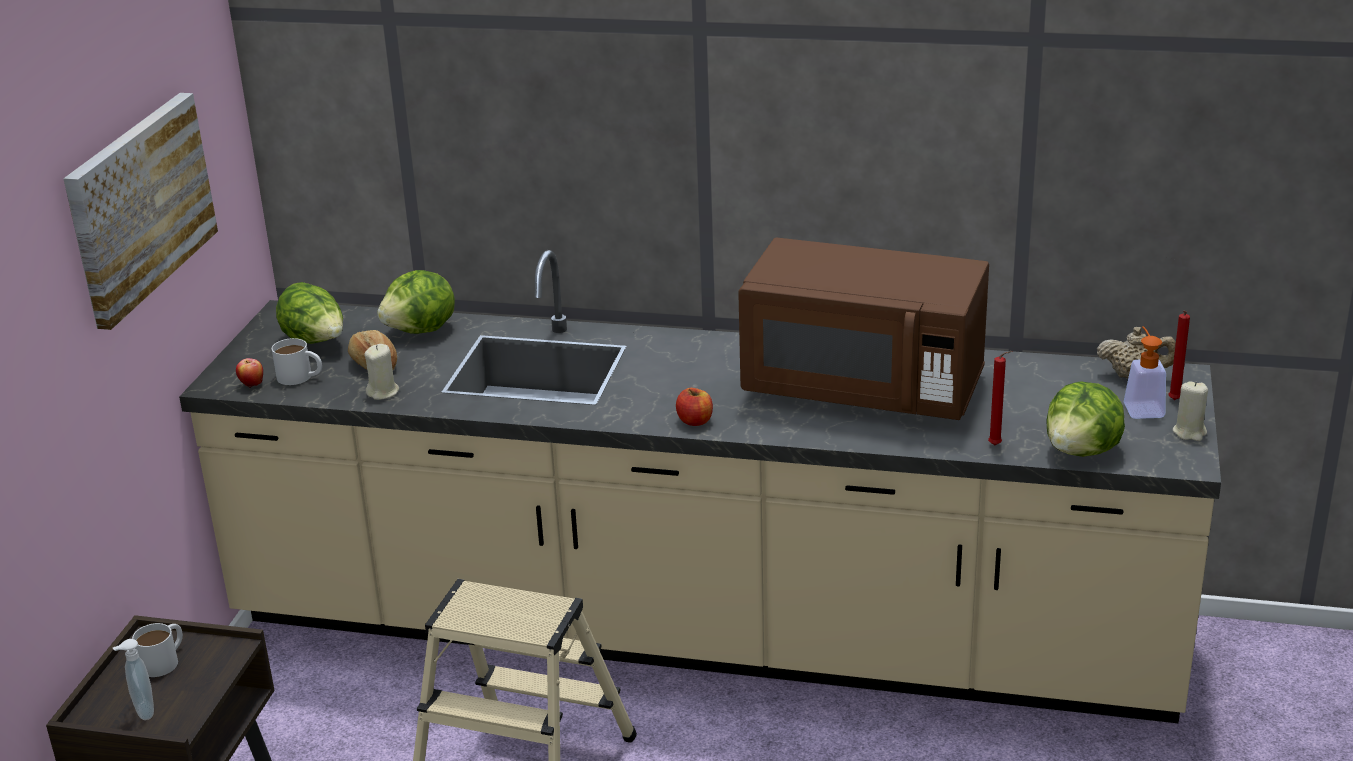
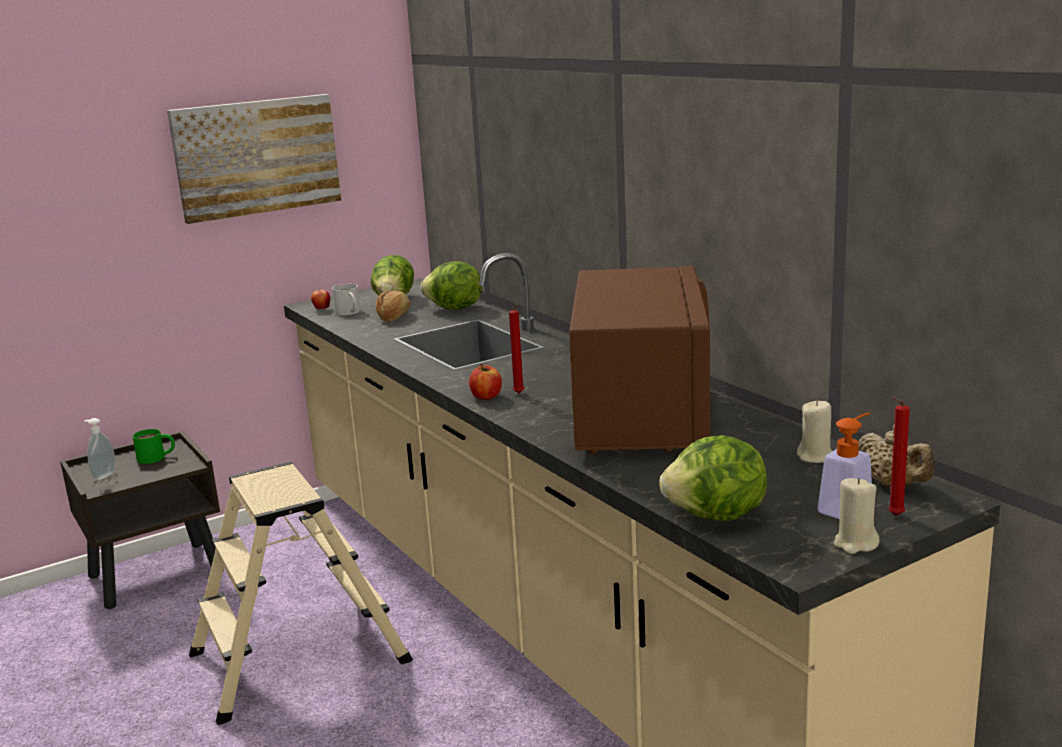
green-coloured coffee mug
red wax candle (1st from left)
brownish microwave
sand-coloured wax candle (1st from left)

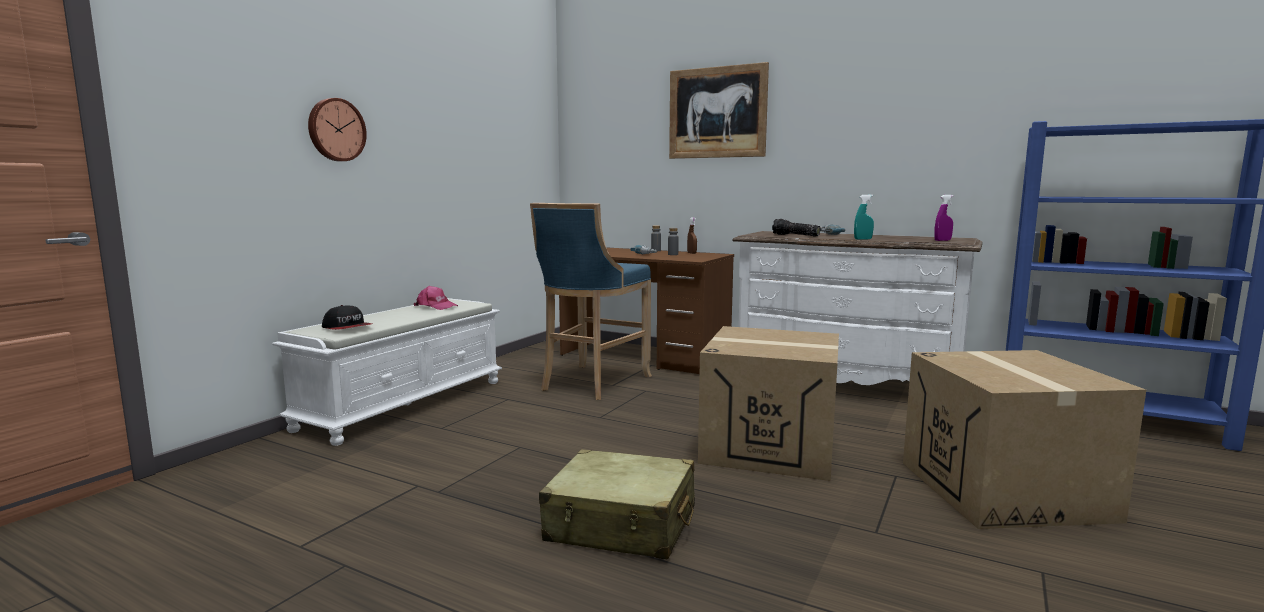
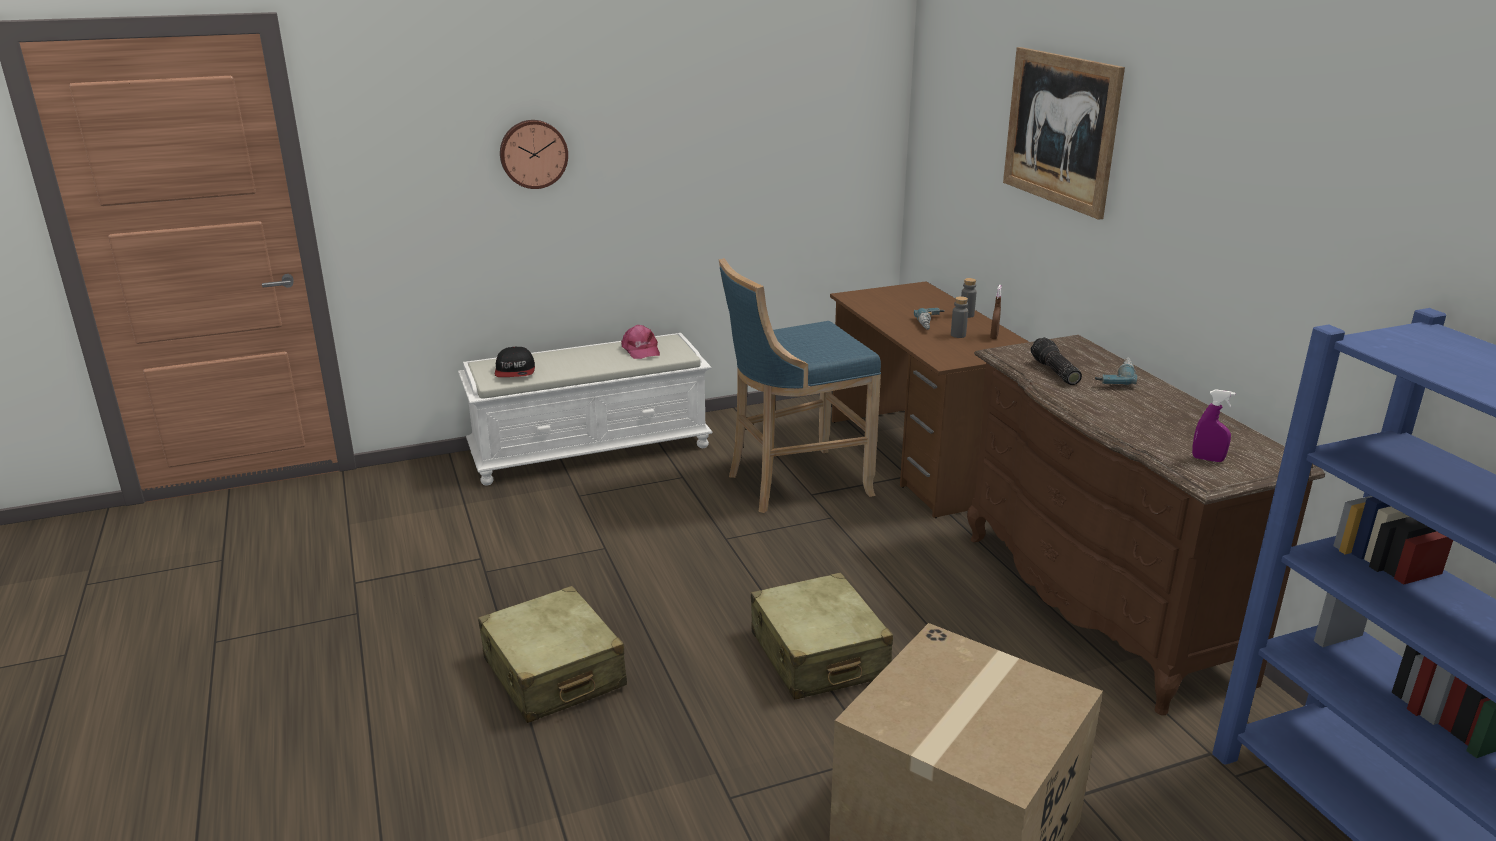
sand-coloured piece of luggage (2nd from left)
brownish chest of drawers
turquoise spray bottle

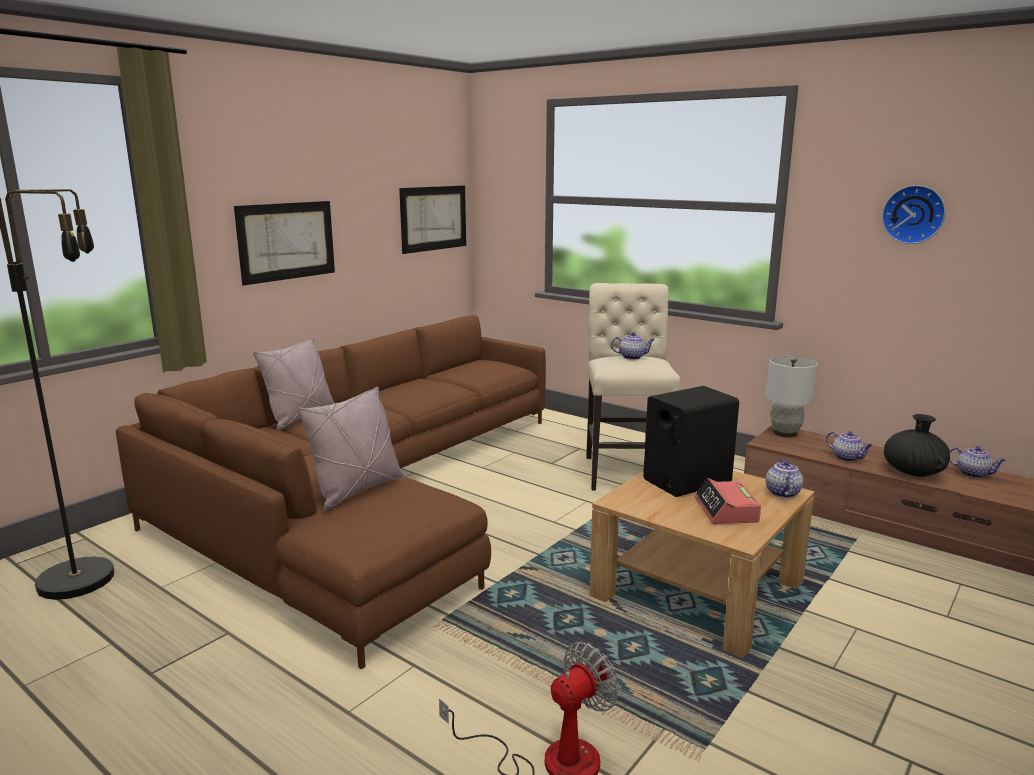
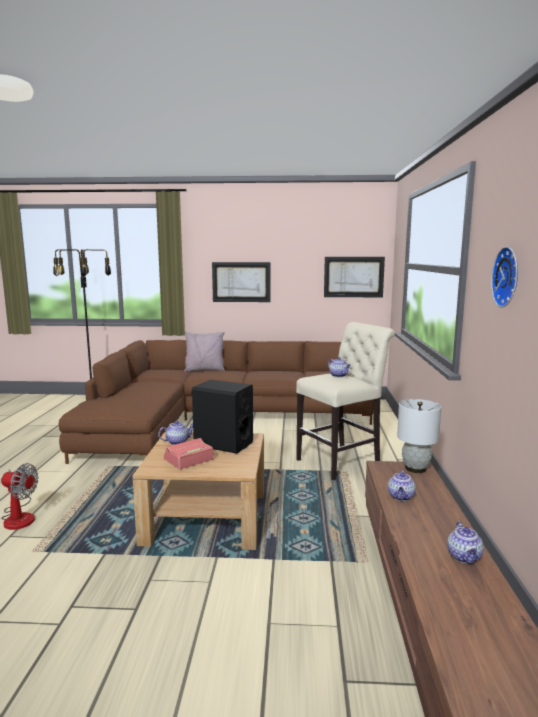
teapot (1st from left)
purplish throw pillow (2nd from left in the first image)
blackish decorative vase

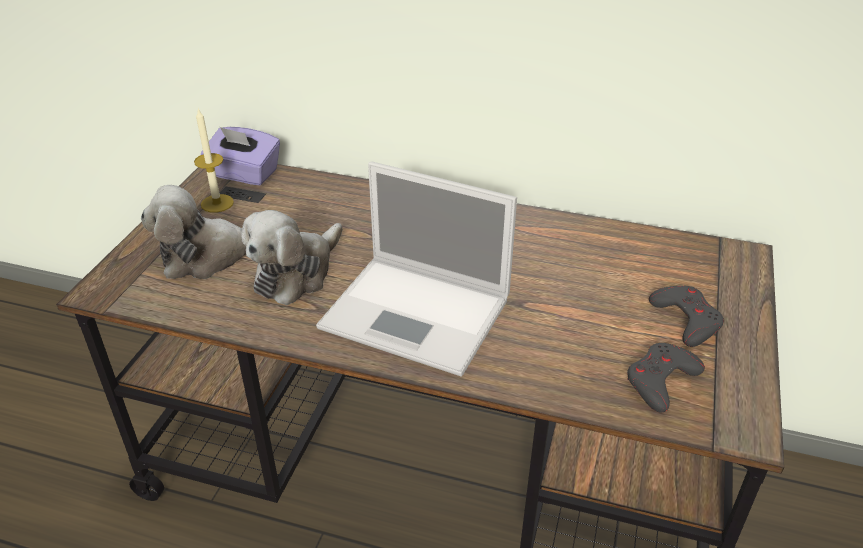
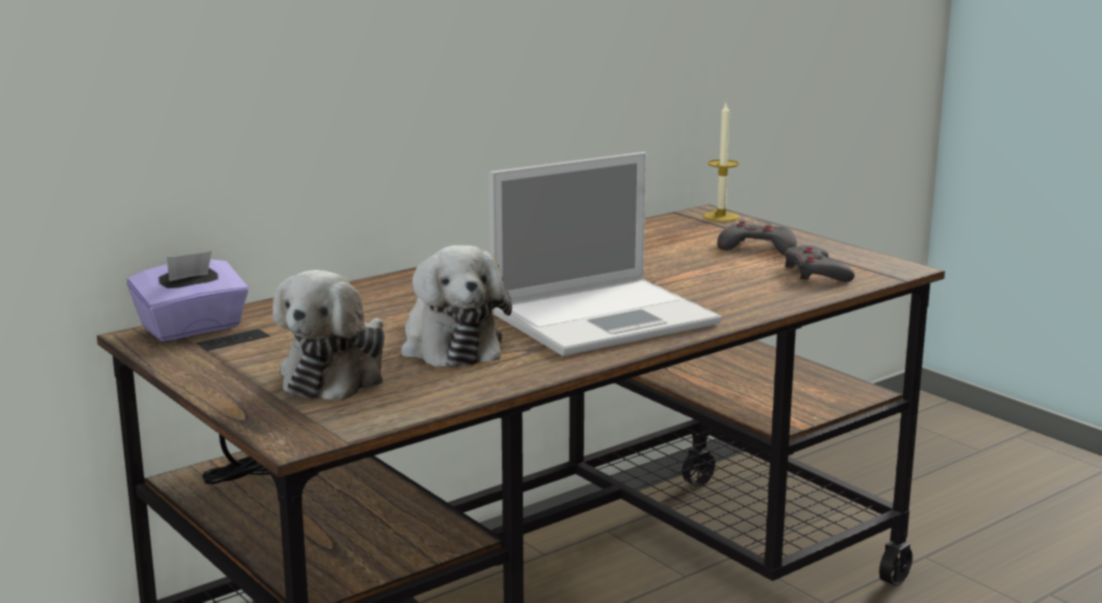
wax candle

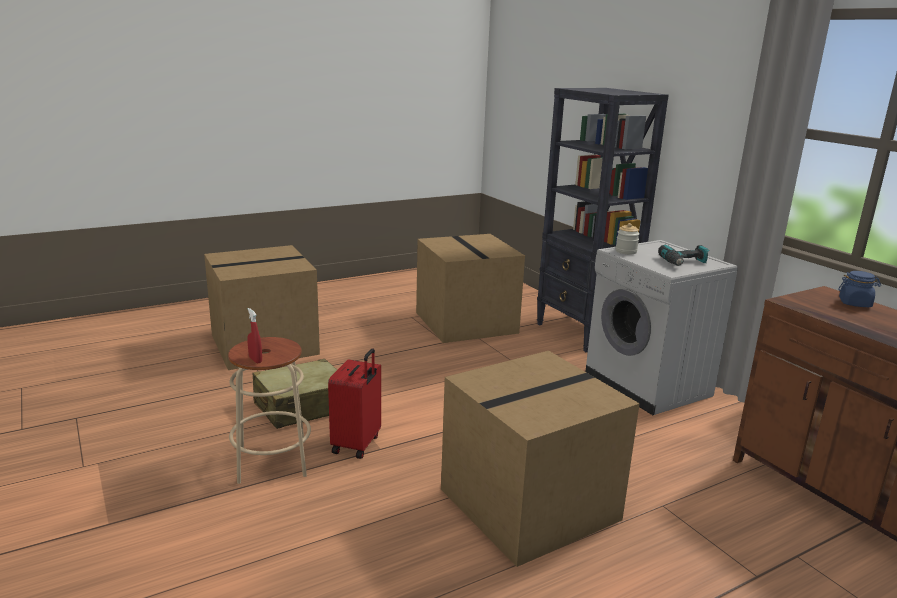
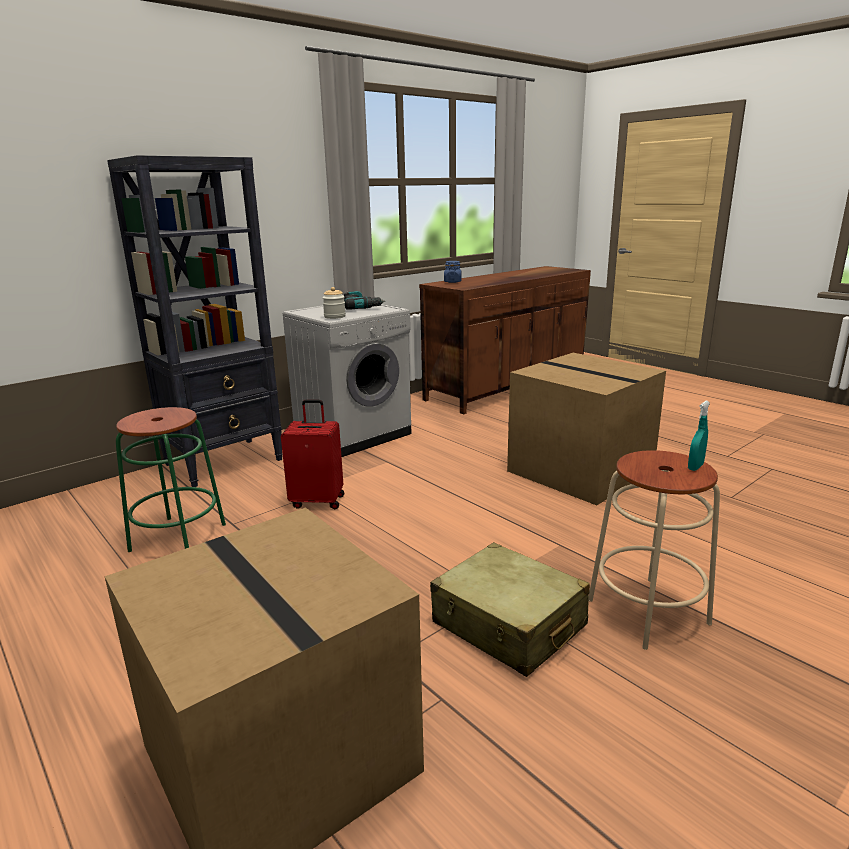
green-coloured sitting stool
red piece of luggage
turquoise spray bottle

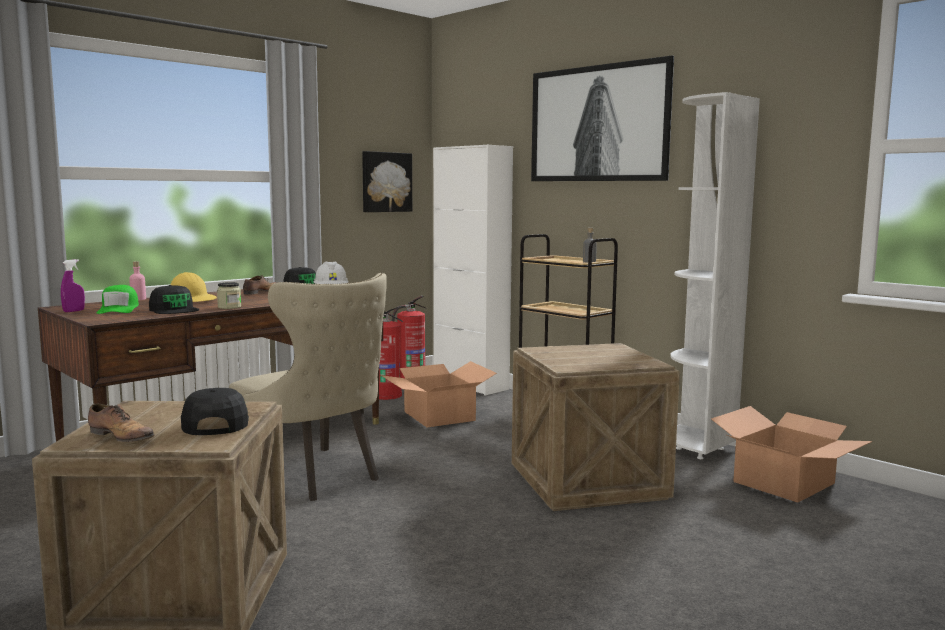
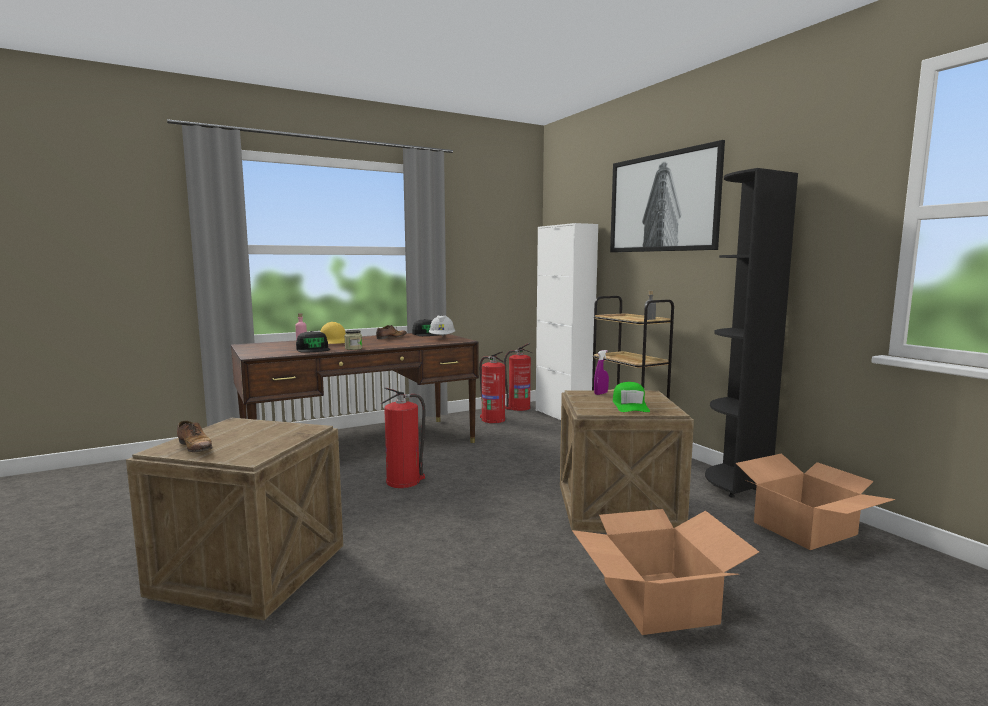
fire-fighting cylinder (1st from left)
cardboard box (1st from left)
purplish spray bottle
green-coloured peaked cap
blackish bookcase
blackish peaked cap (2nd from left in the first image)
picture (1st from left in the first image)

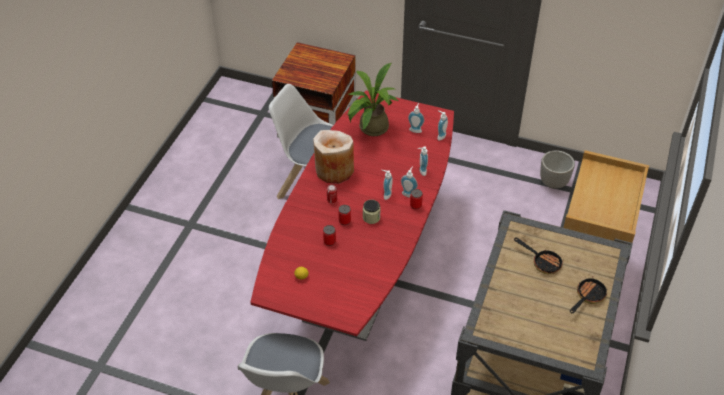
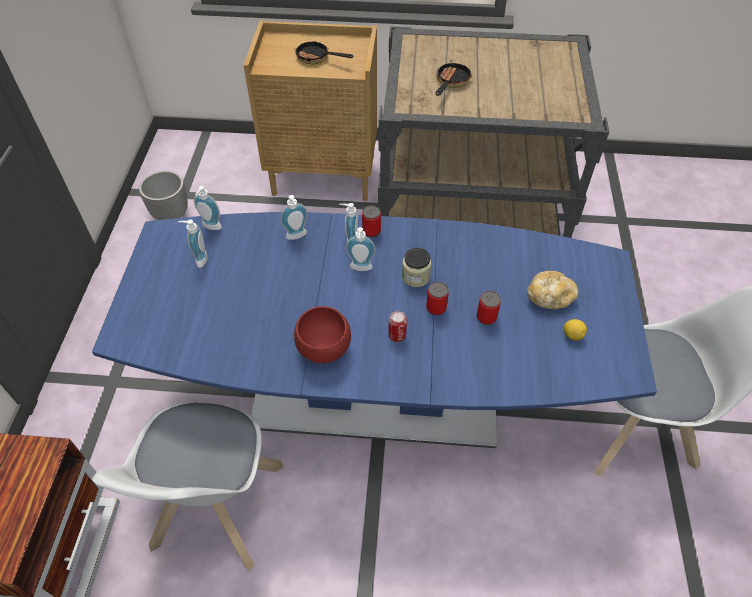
blue-coloured dinner table
skillet (1st from left)
red bowl
bakery bread
potted plant

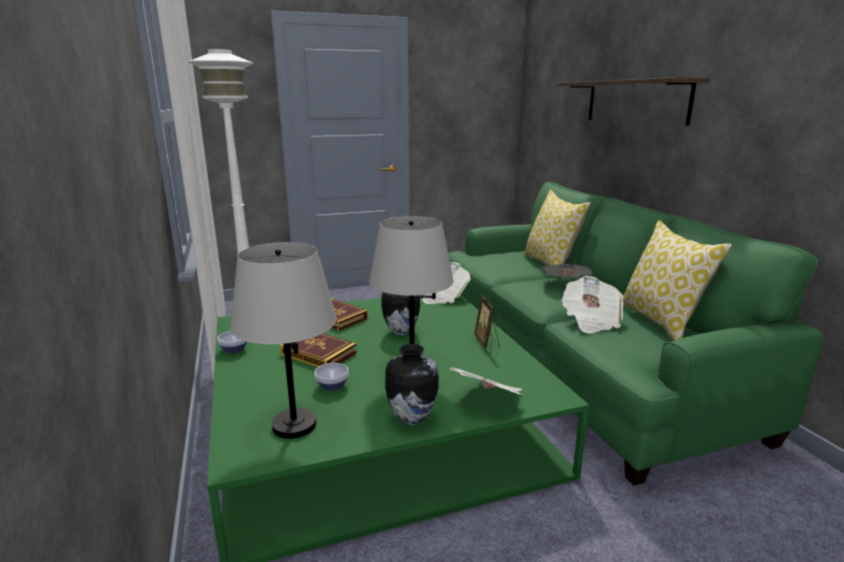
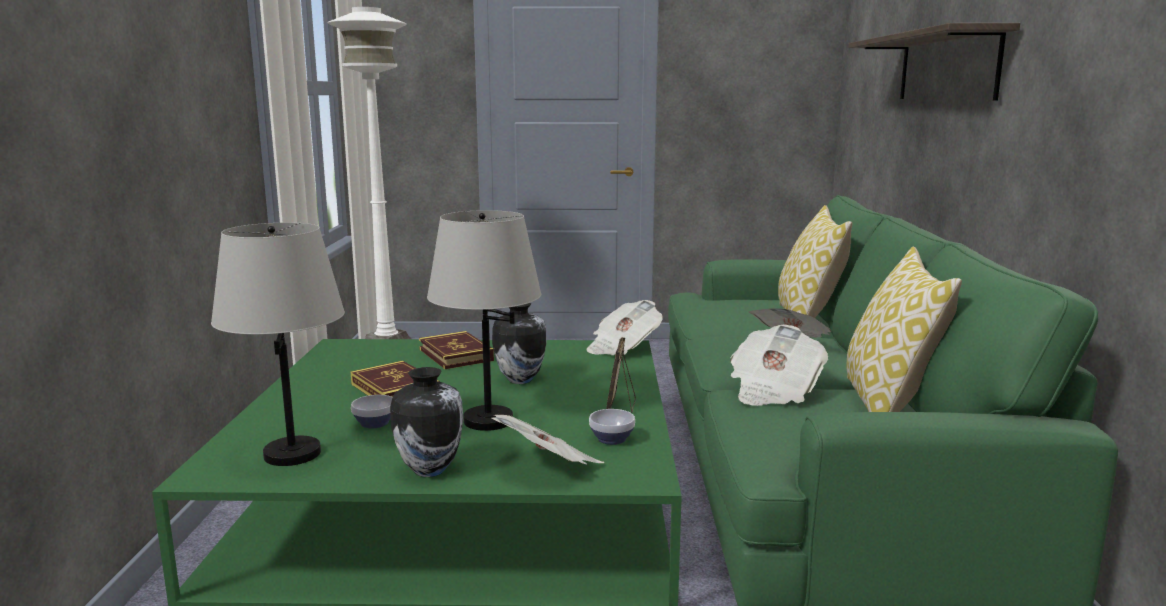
bowl (2nd from left)

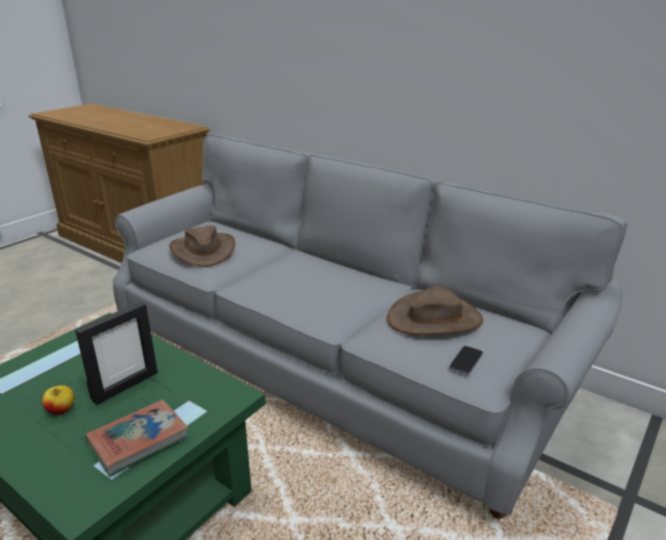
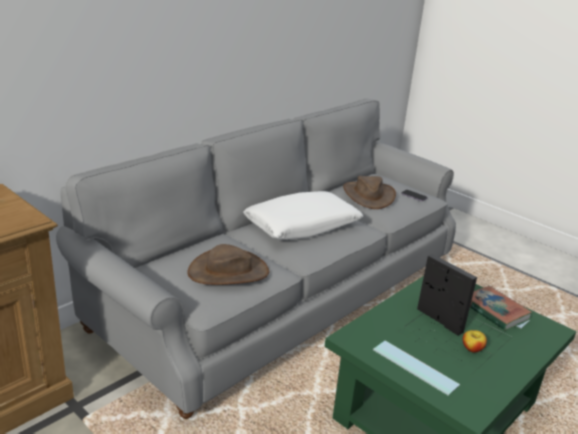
whitish throw pillow

